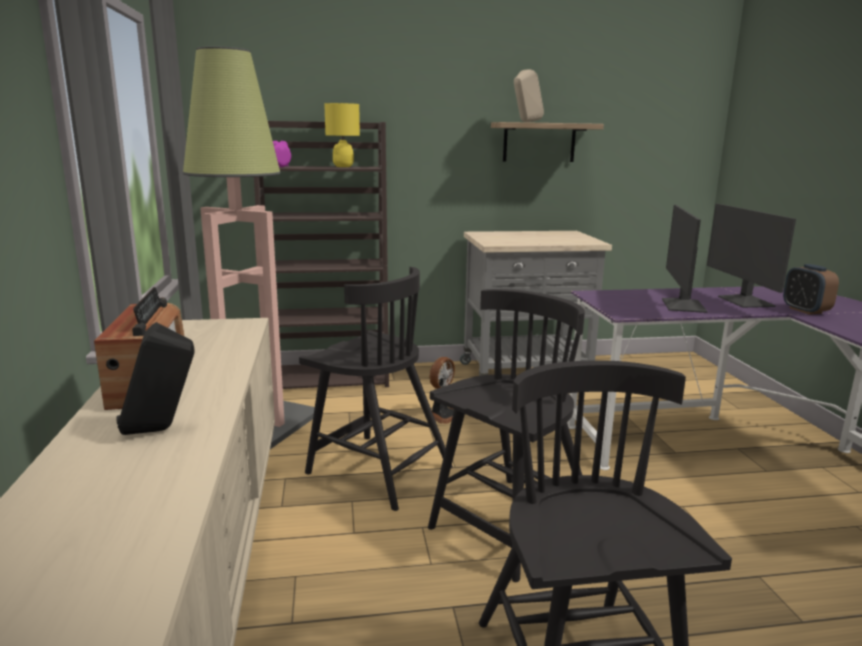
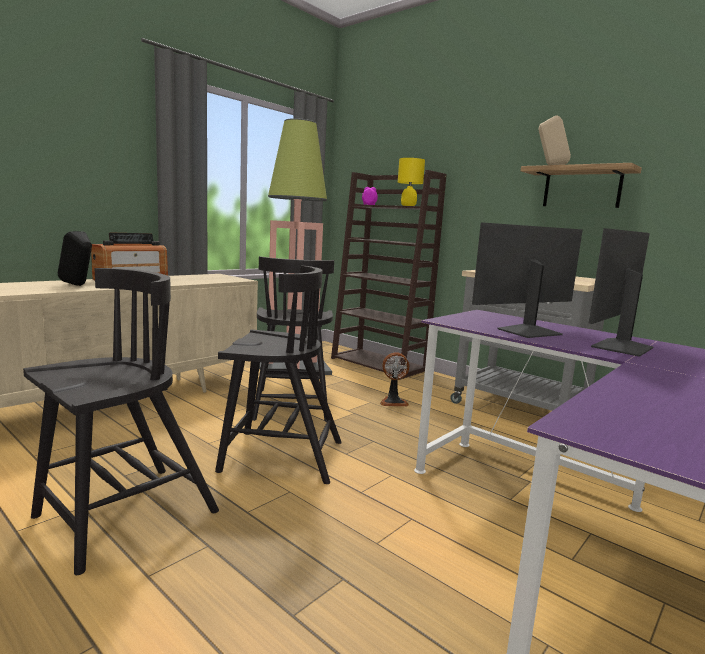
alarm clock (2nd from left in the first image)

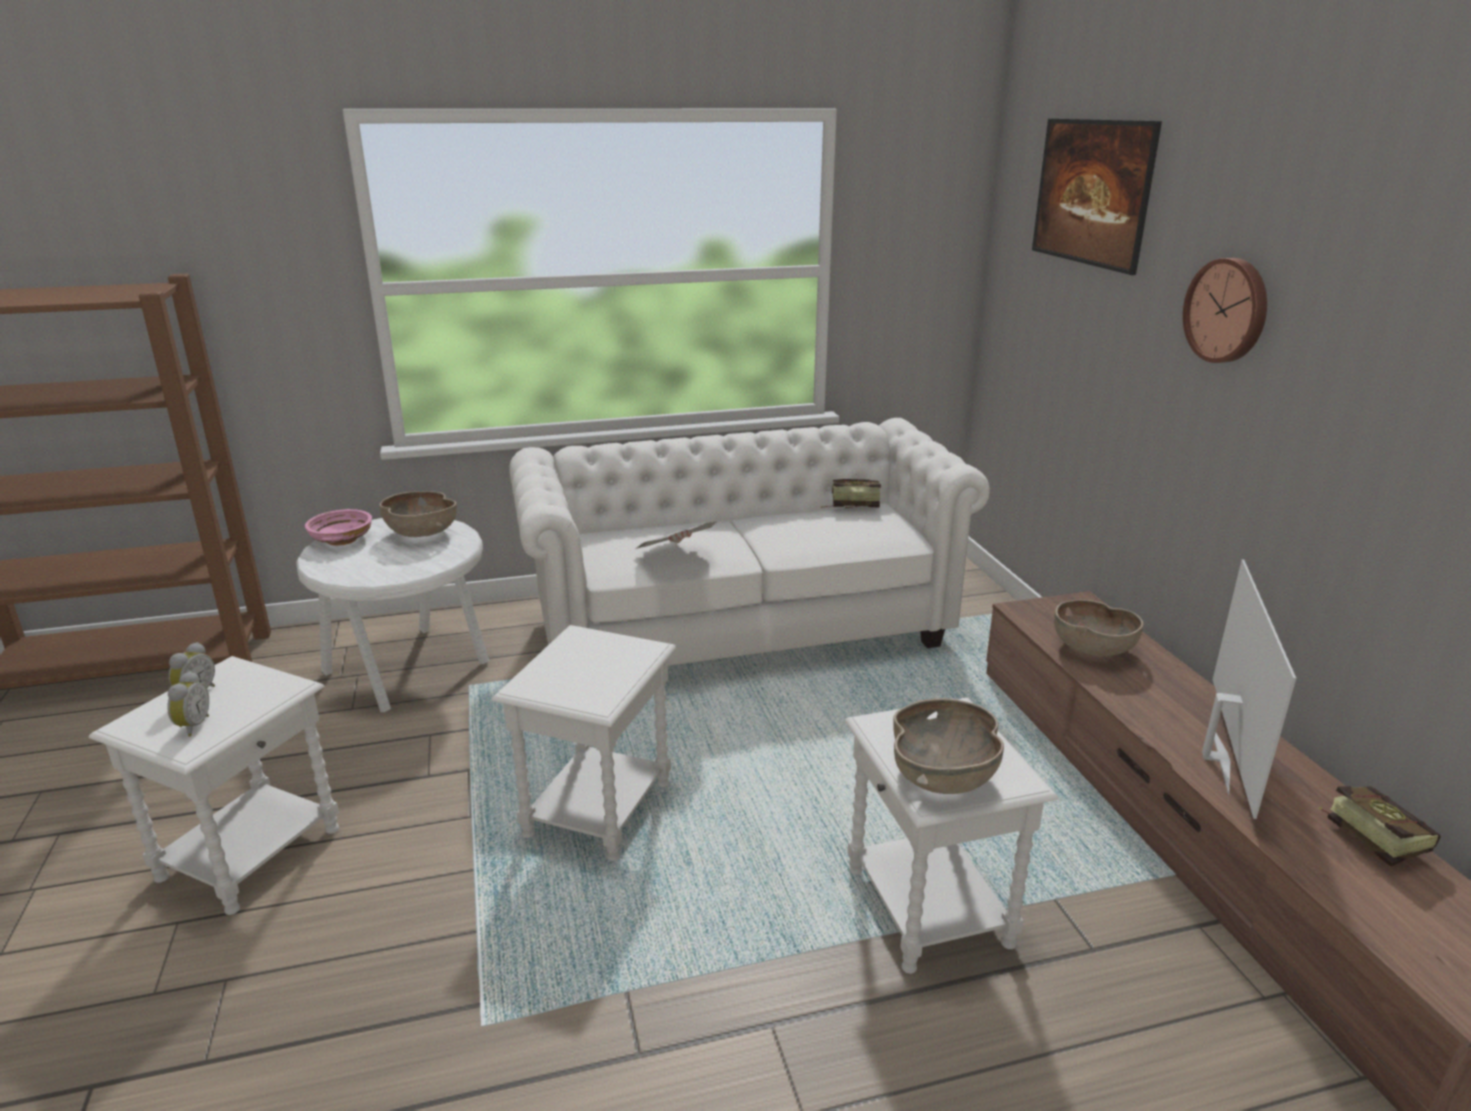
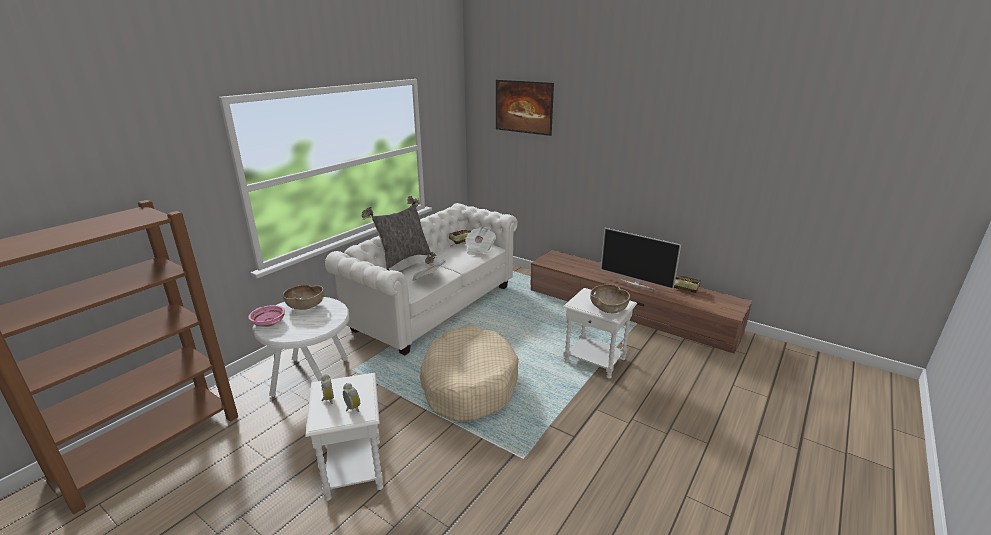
throw pillow
sand-coloured dog cushion
newspaper (2nd from left)
TV set
brownish bowl (3rd from left in the first image)
wall clock

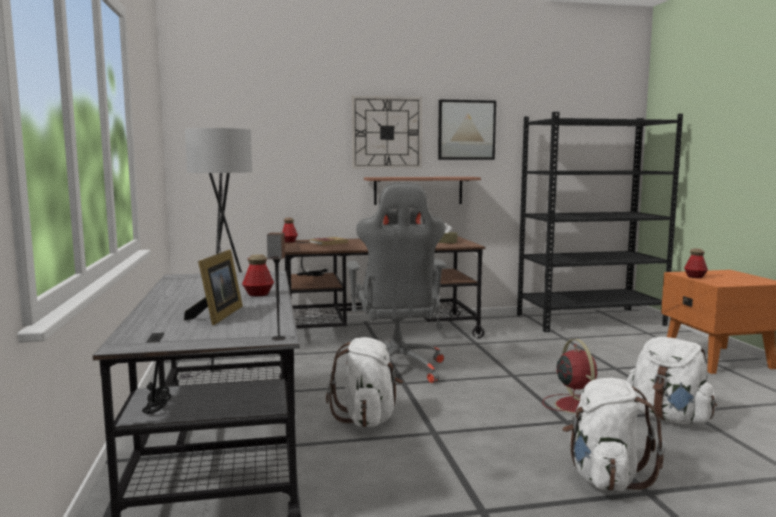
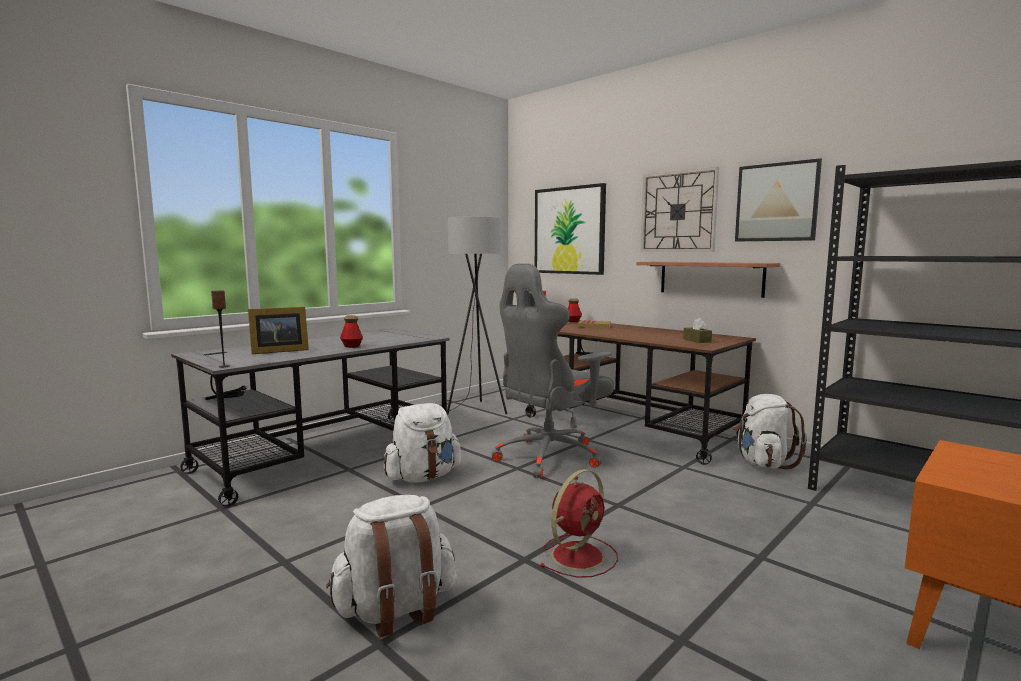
picture (1st from left)
whitish knapsack (3rd from left)
bottle (3rd from left in the first image)

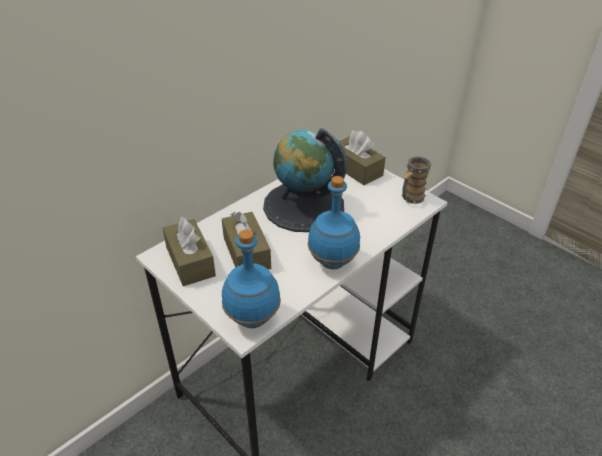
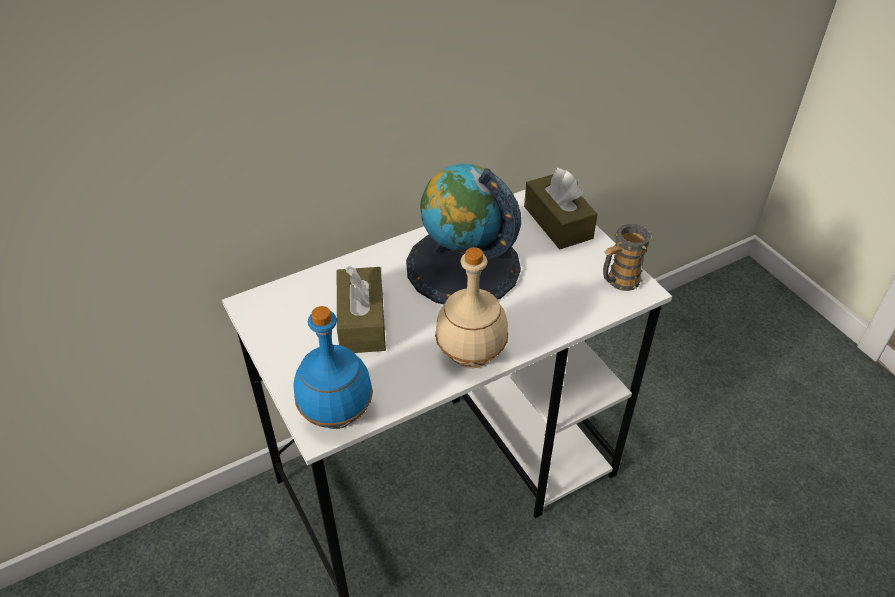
sand-coloured bottle
brownish box of tissues (1st from left in the first image)

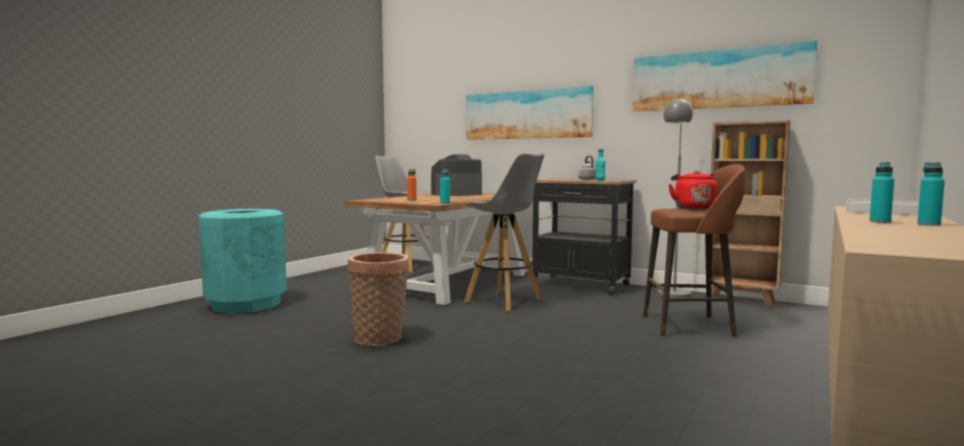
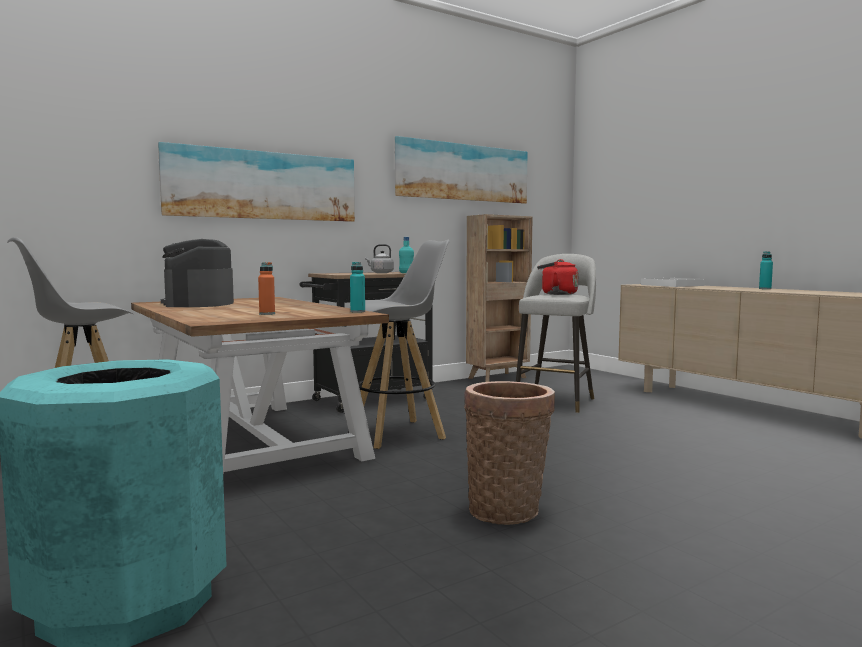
gray sitting stool (3rd from left)
gray standing lamp
turquoise bottle (3rd from left in the first image)

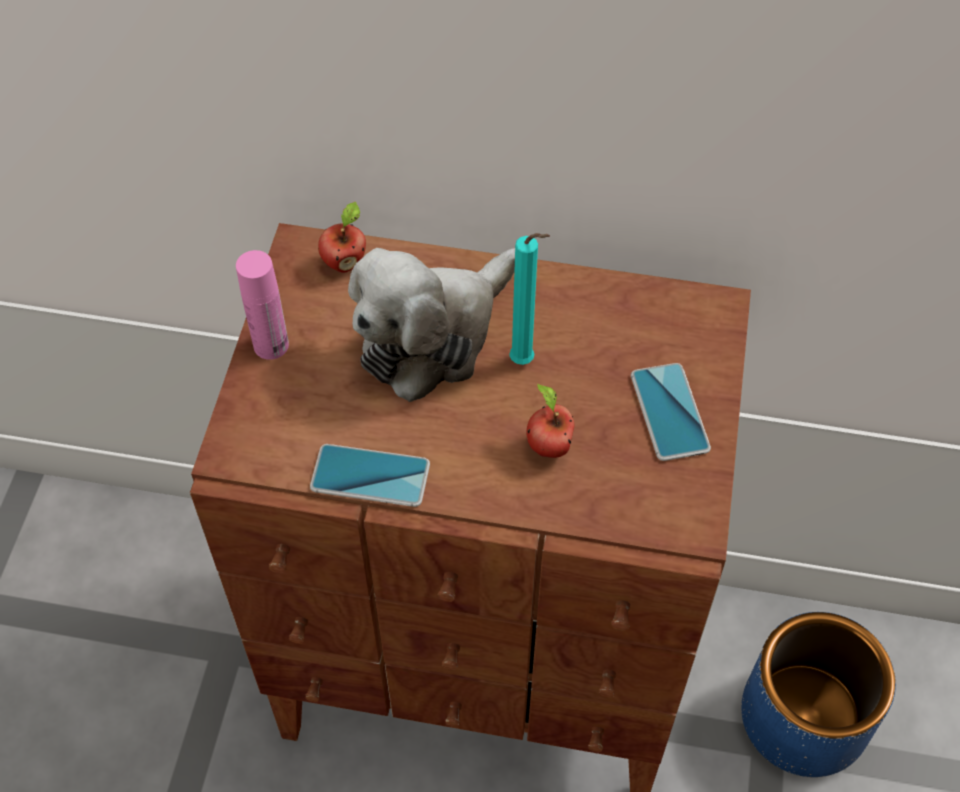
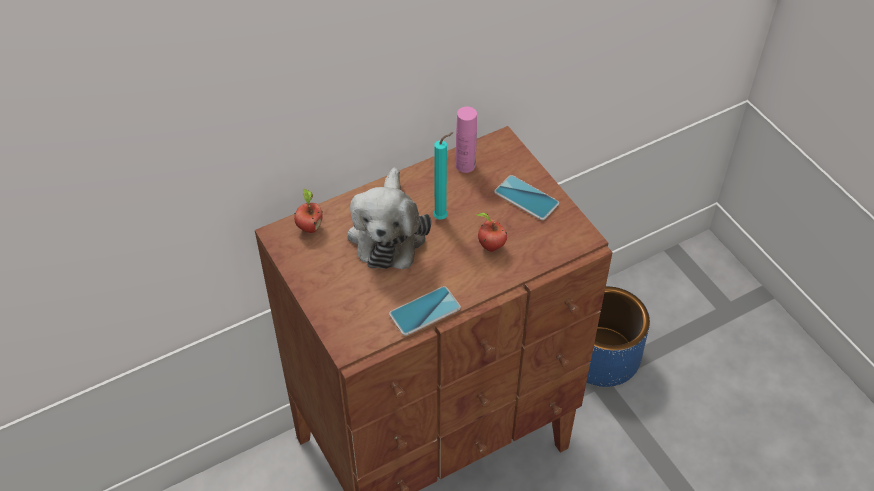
pink-coloured bottle

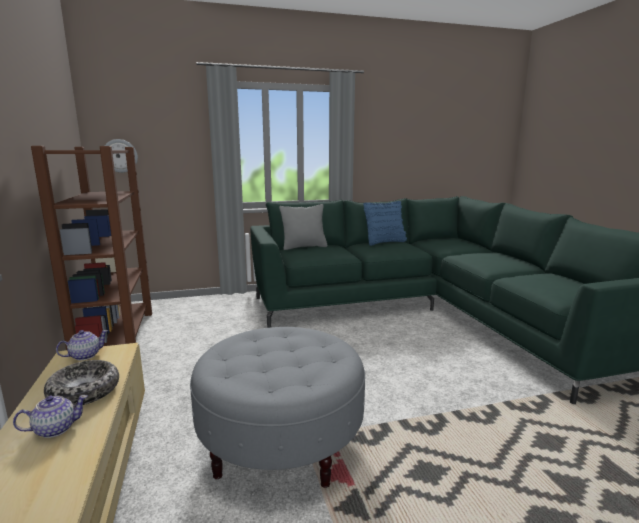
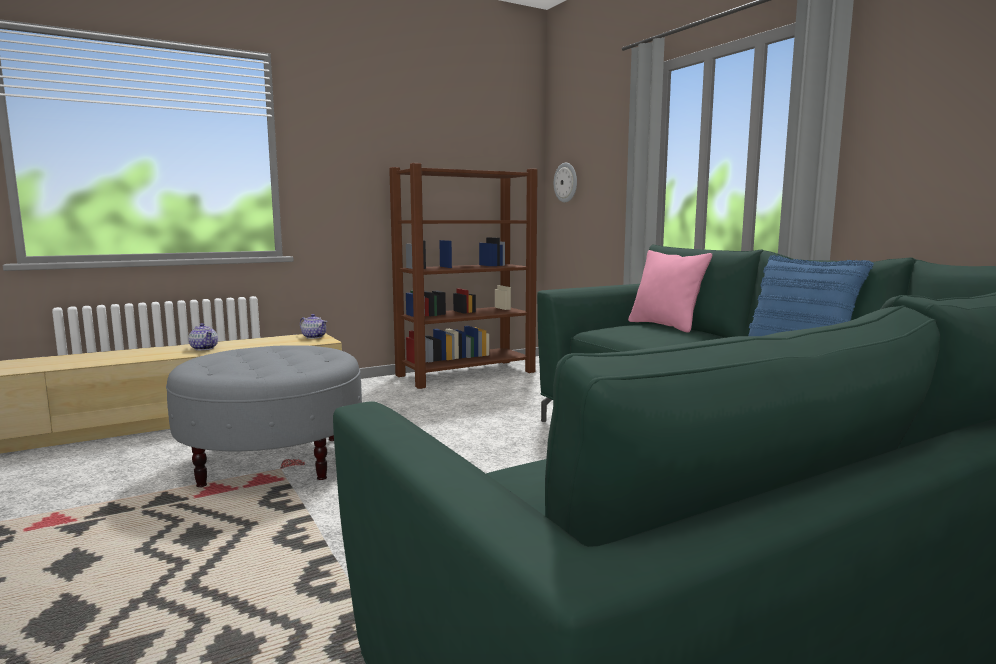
pink-coloured throw pillow
bowl

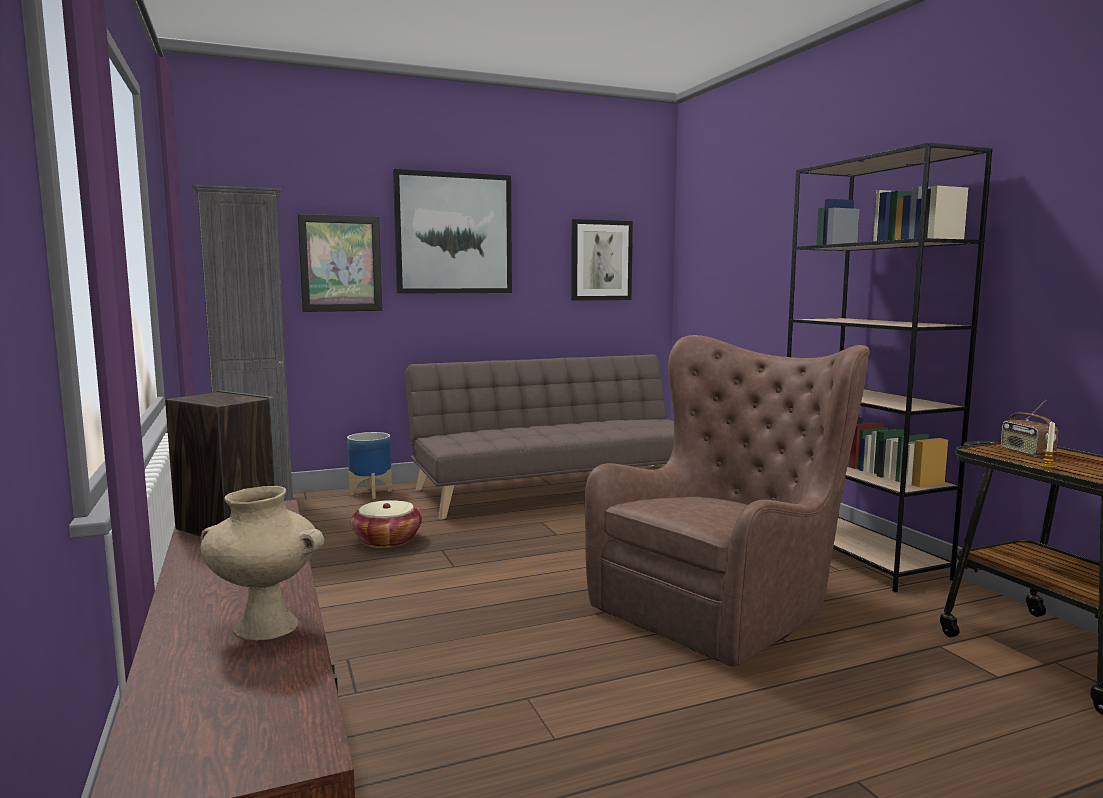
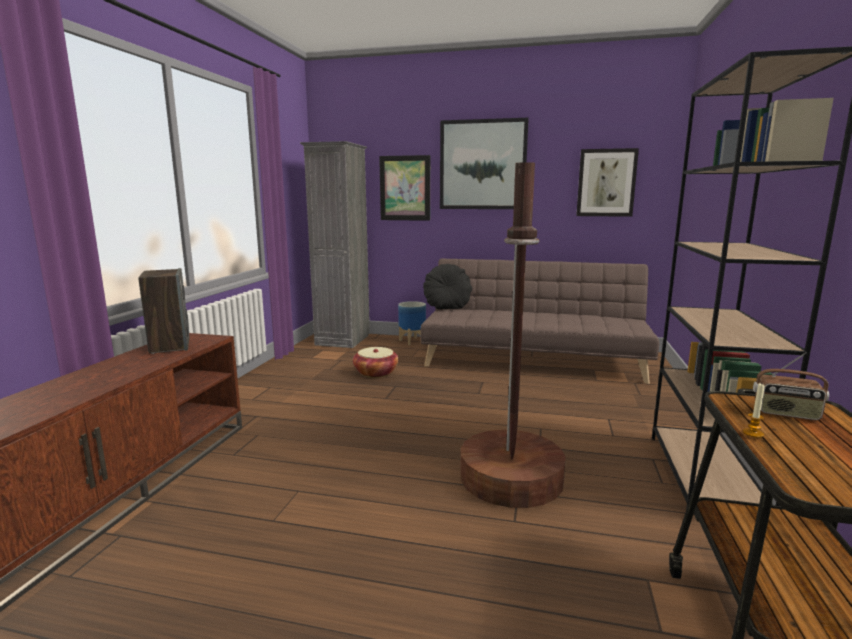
blackish throw pillow
brownish standing lamp
radio
sand-coloured decorative vase

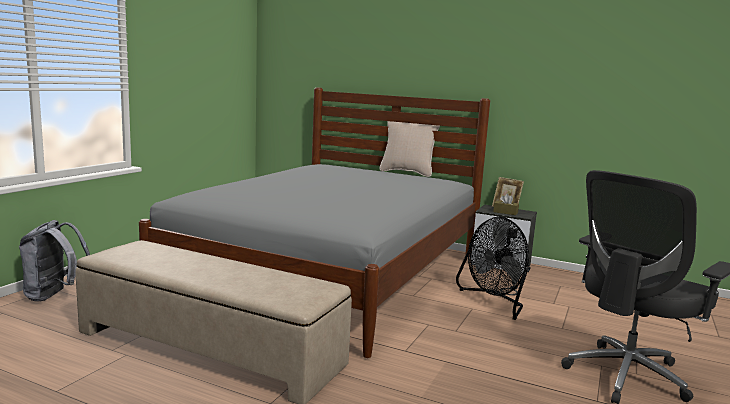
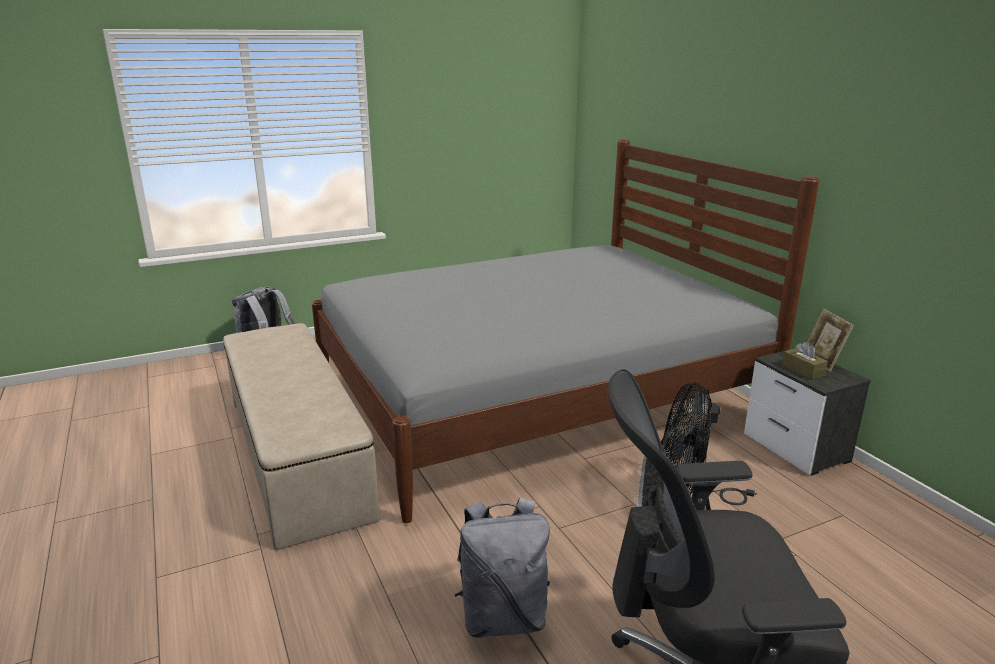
gray knapsack (2nd from left)
sand-coloured throw pillow

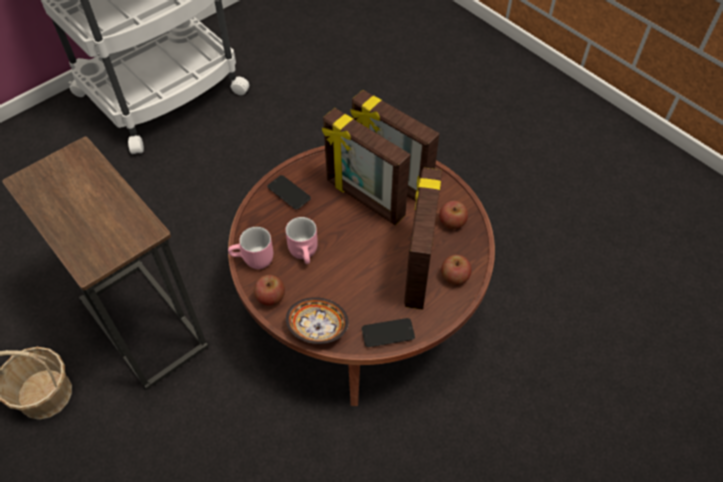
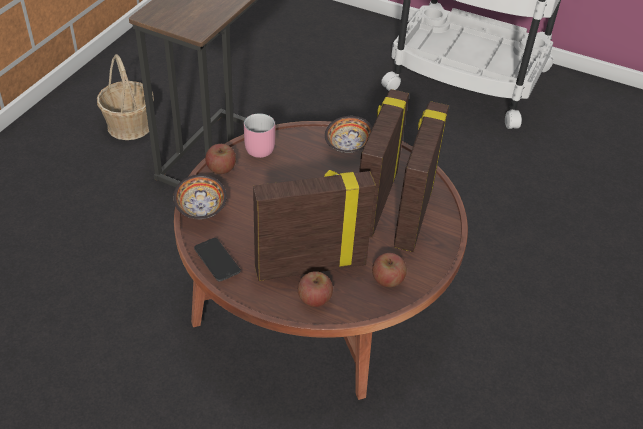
bowl (2nd from left)
pink-coloured coffee mug (2nd from left in the first image)

